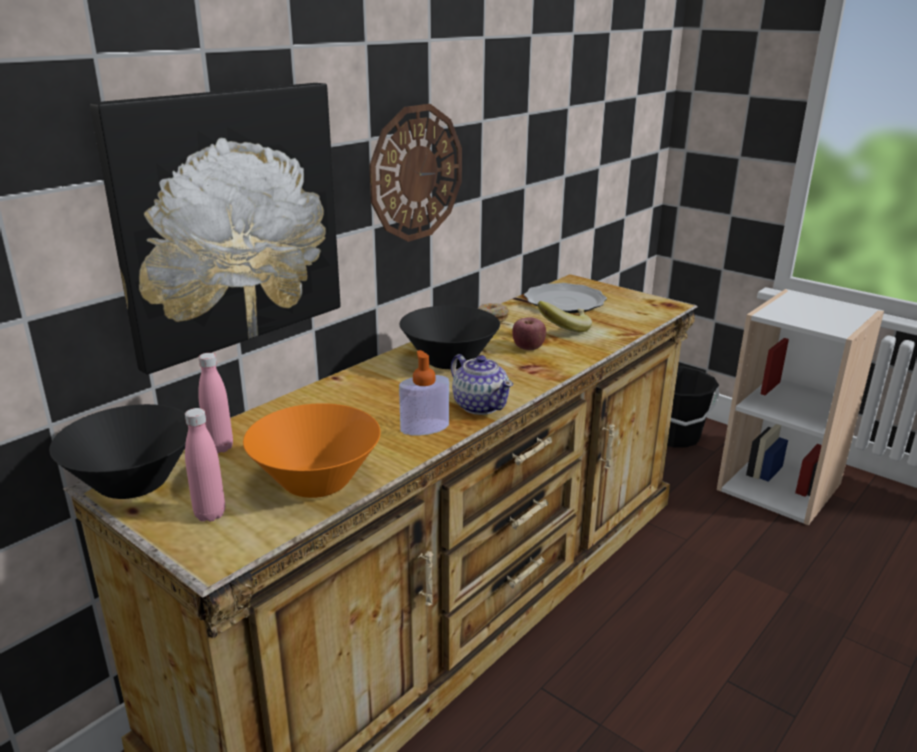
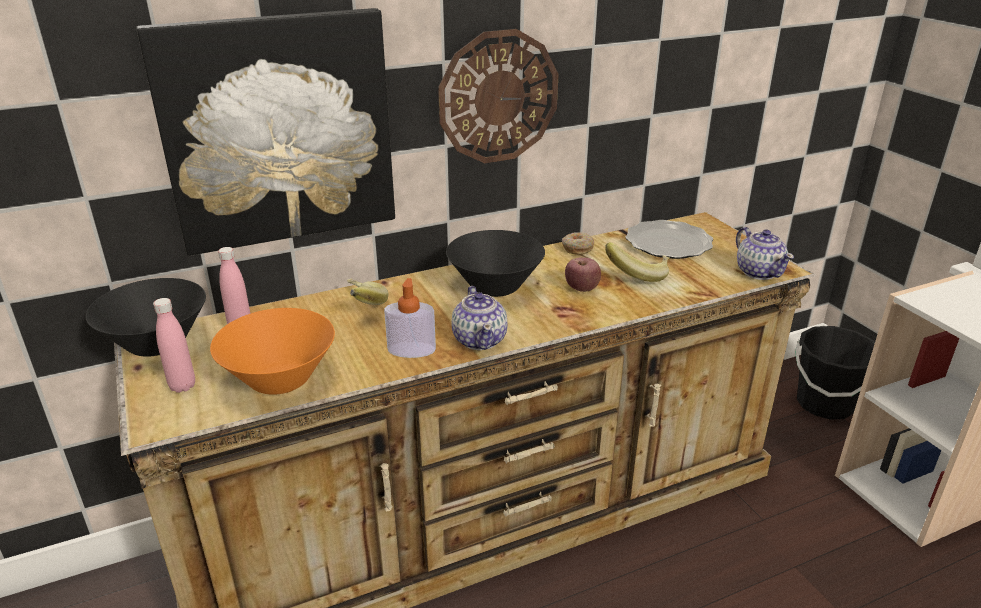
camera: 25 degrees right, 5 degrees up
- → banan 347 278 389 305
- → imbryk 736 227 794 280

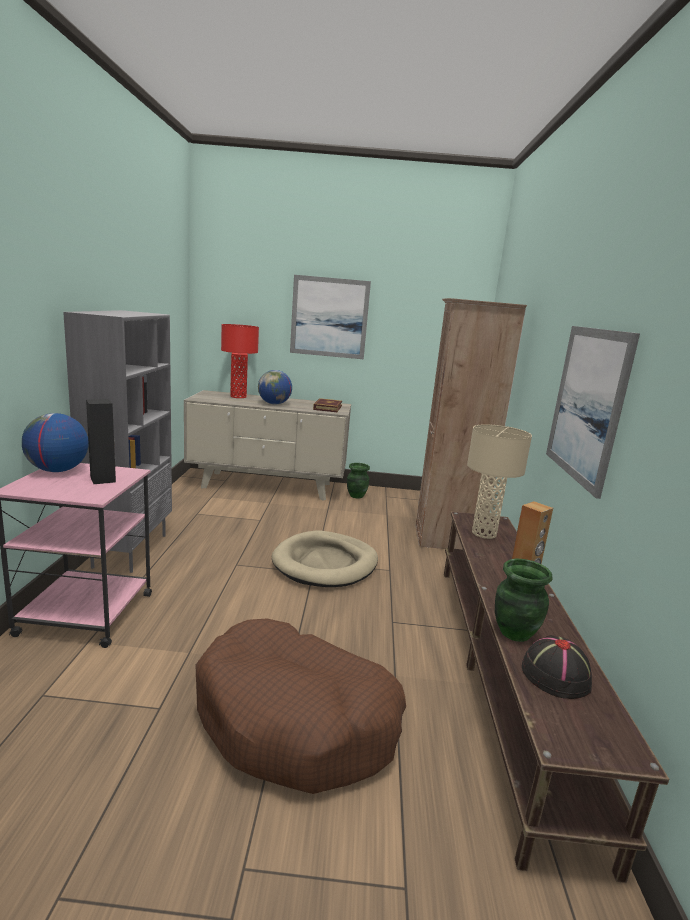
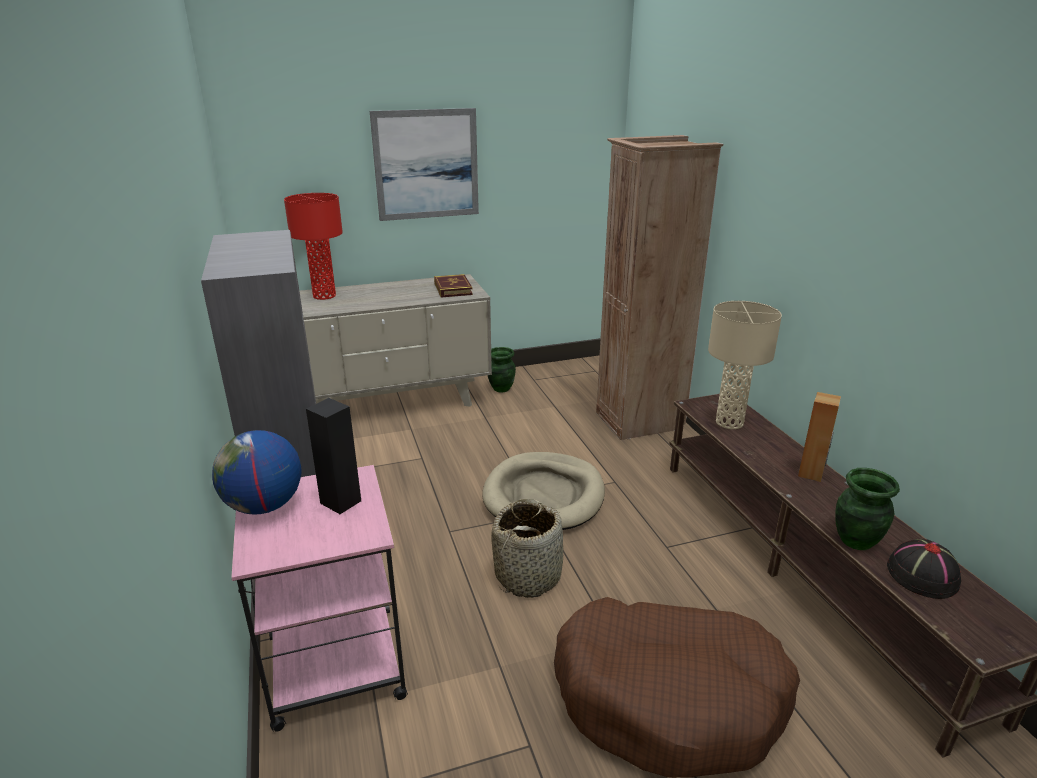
camera: 20 degrees left, 10 degrees up
globus 258 370 292 405 → -
obraz 546 326 640 499 → -
- → koszyk 491 499 563 598

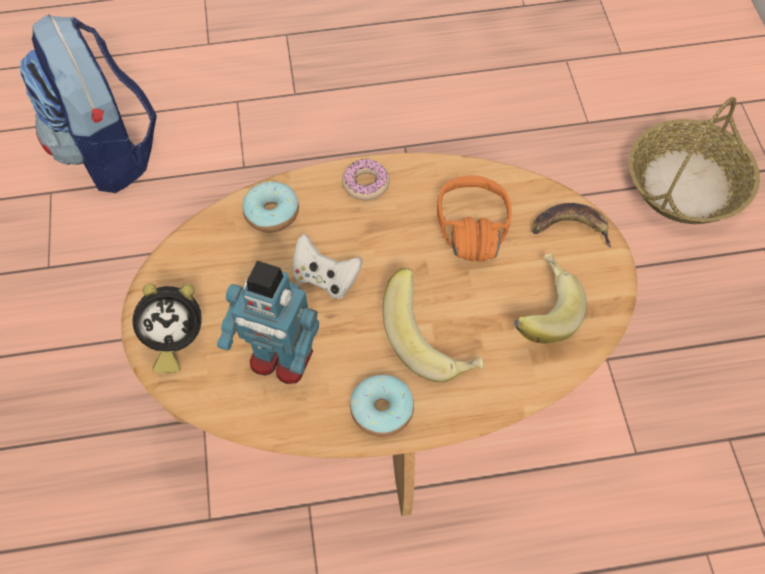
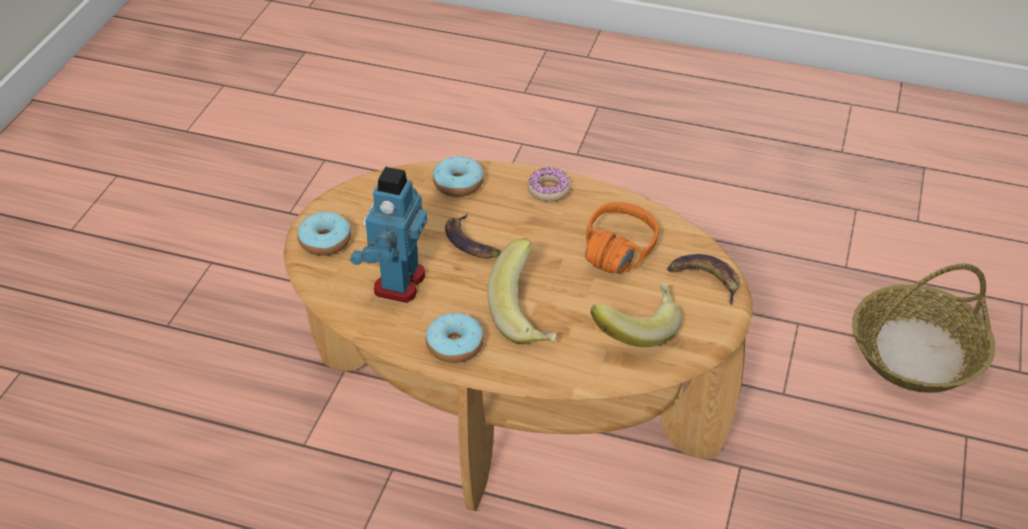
camera: 25 degrees right, 15 degrees down
plecak 20 14 157 193 → -
budzik 133 283 202 373 → donut 297 212 351 256
pad do gier [biały] 293 234 362 299 → banan 445 214 501 258
robot zabawkowy 217 261 319 384 → robot zabawkowy 350 167 427 303, 60 degrees clockwise

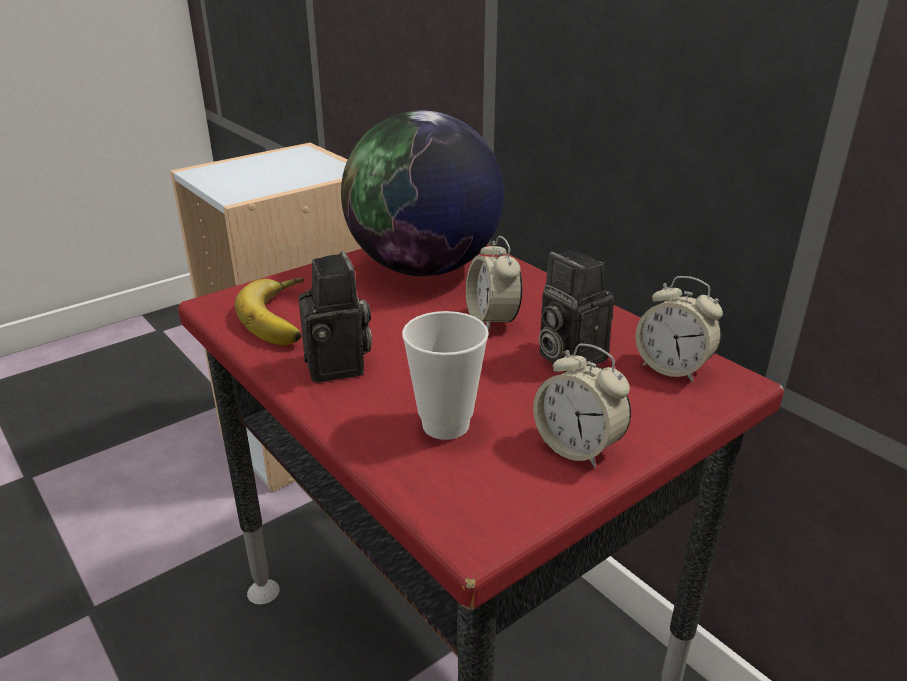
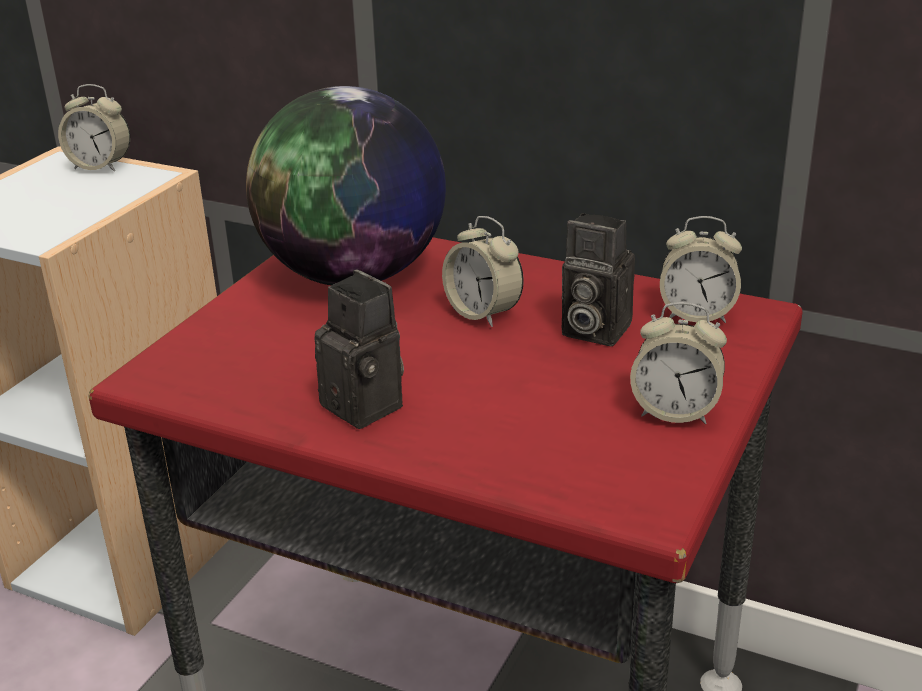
camera: 25 degrees left, 0 degrees up
banan 235 278 304 346 → -
filiżanka 402 311 489 440 → -
- → budzik 58 84 130 172

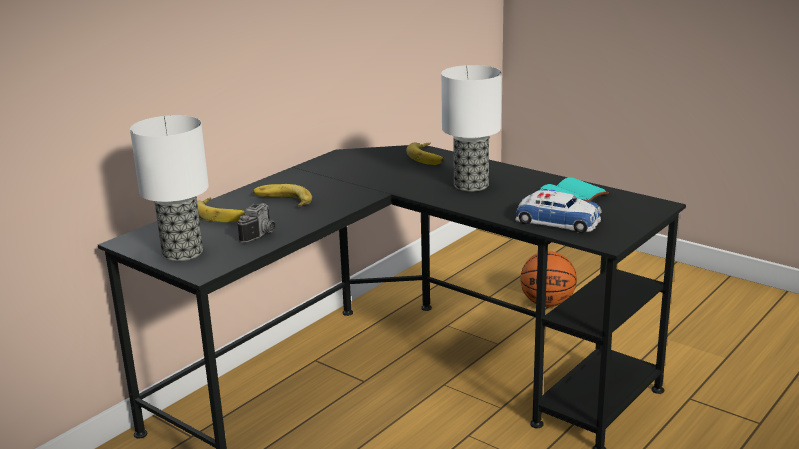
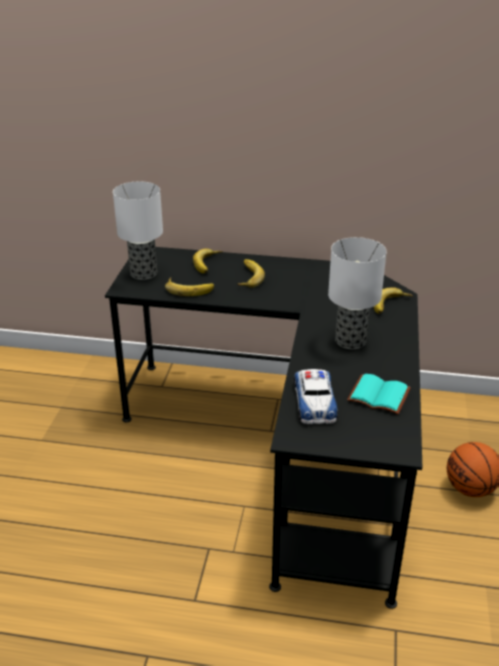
camera: 60 degrees right, 10 degrees up
aparat fotograficzny 238 203 275 243 → banan 165 277 214 296

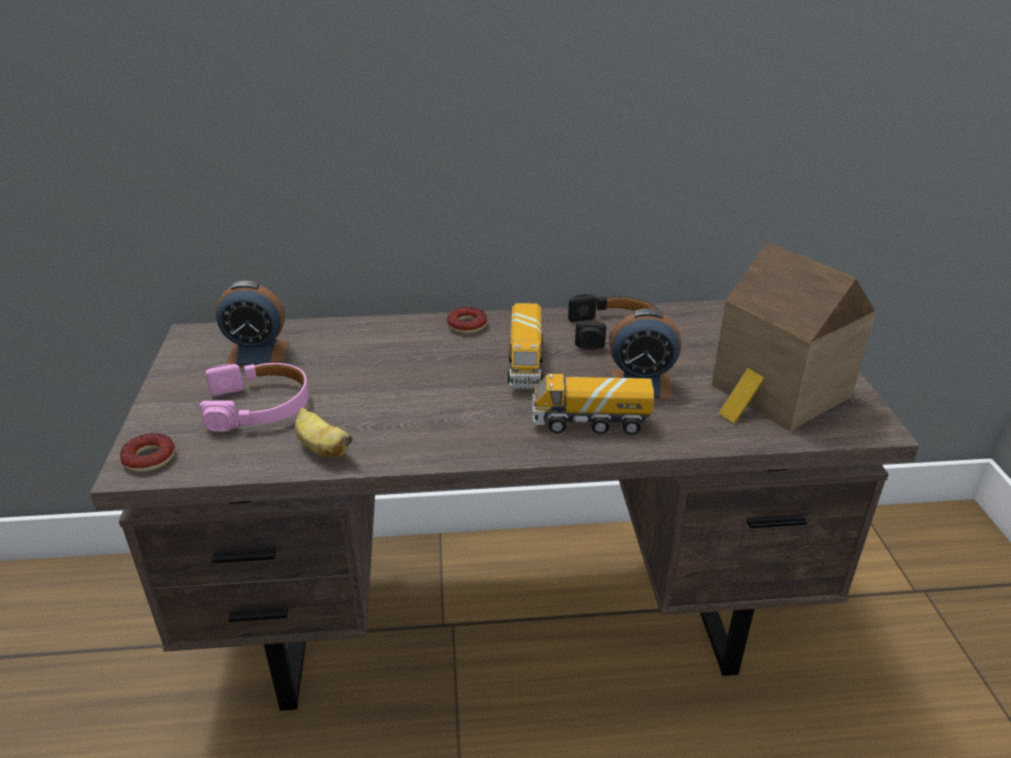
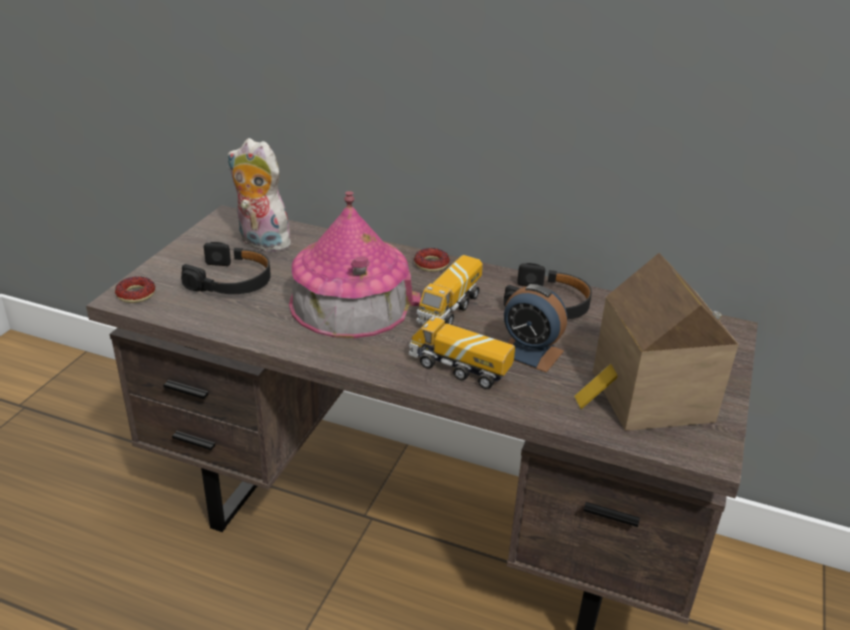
camera: 25 degrees right, 0 degrees up
banan 295 407 353 458 → -
- → domek 289 191 421 338
budzik 215 281 290 366 → pluszak 228 138 295 252
słuchawki [różowy] 200 363 309 432 → słuchawki [czarny] 181 242 271 294

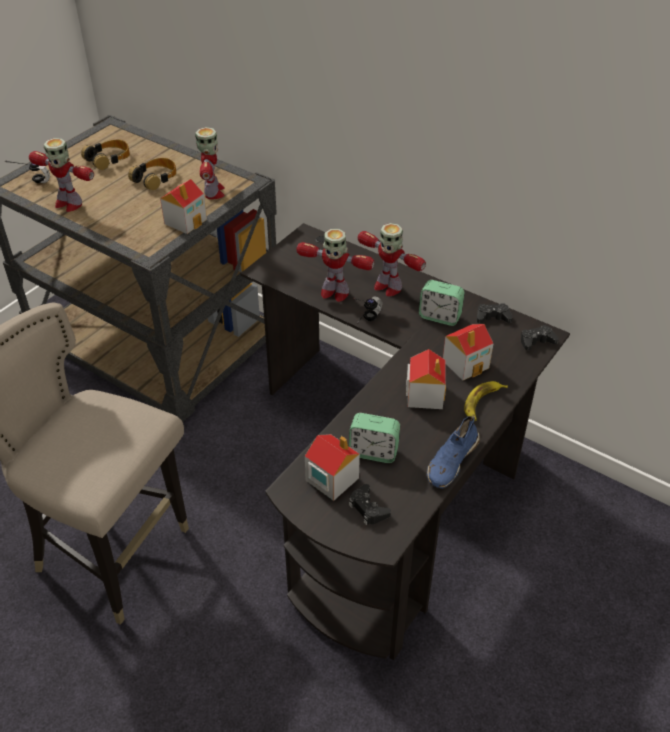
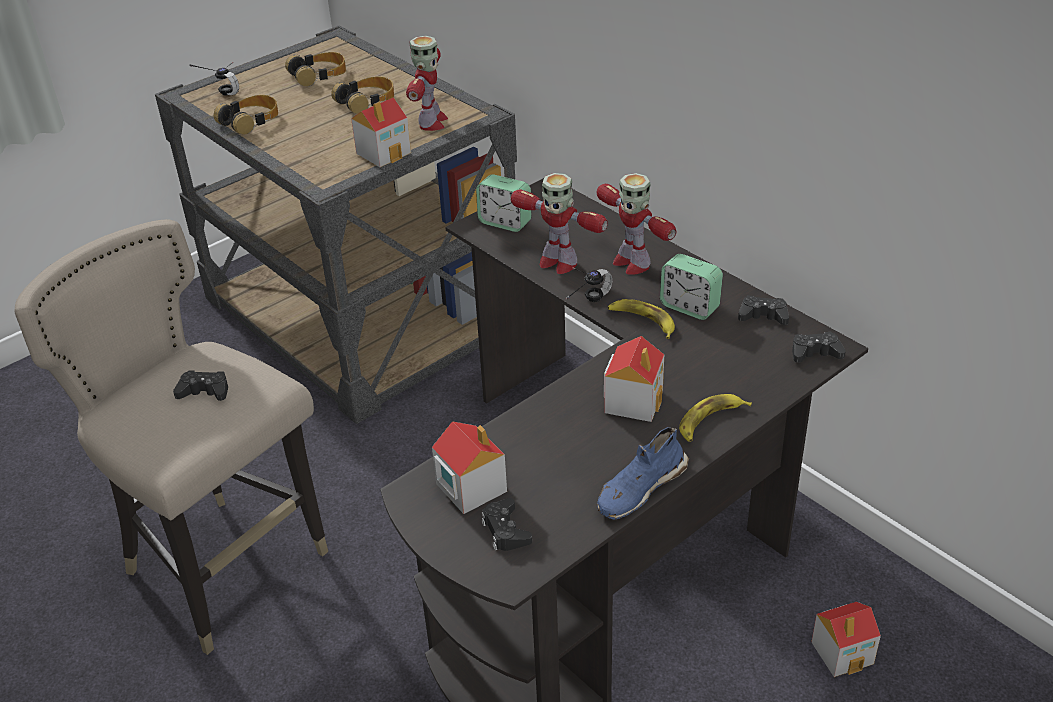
camera: 15 degrees right, 5 degrees down
- → pad do gier [czarny] 173 370 228 401
- → banan 608 299 675 339
budzik 349 413 400 463 → budzik 476 174 531 232, move
domek 443 324 493 380 → domek 811 602 881 677, move
robot zabawkowy 29 138 94 212 → słuchawki 214 95 278 134

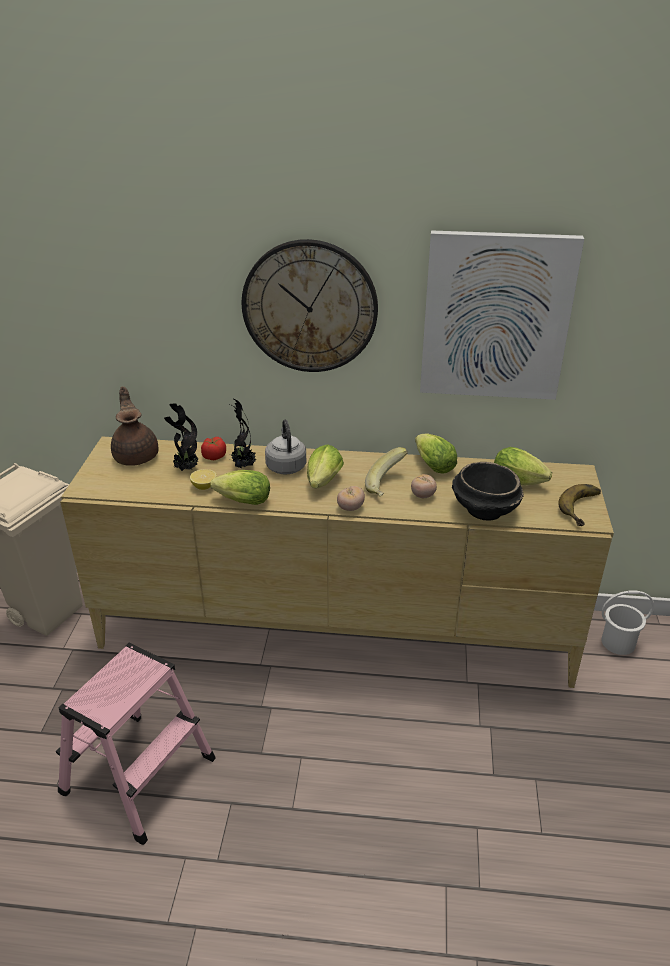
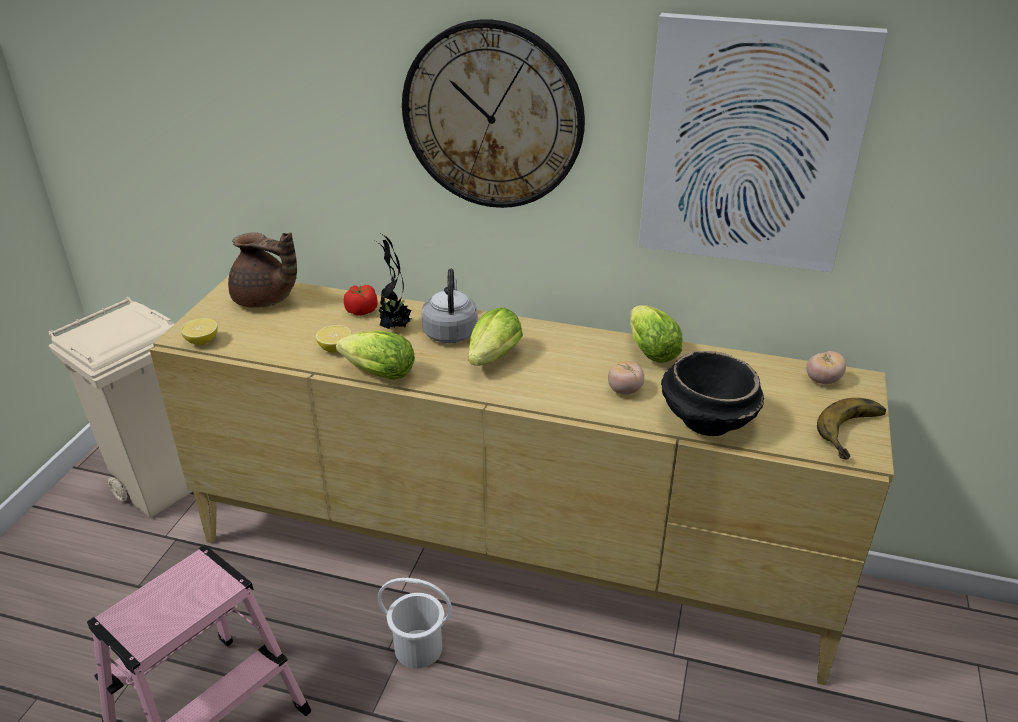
camera: 10 degrees right, 0 degrees up
roślina doniczkowa 164 404 198 471 → -
banan 365 447 408 497 → -
sałata 494 447 552 485 → -
- → cytryna 181 318 218 345
pomidor 337 486 365 511 → pomidor 806 351 846 384, move
wiadro [biały] 602 591 654 655 → wiadro [biały] 378 577 452 668, move
imbryk [brązowy] 111 387 158 466 → imbryk [brązowy] 228 232 297 308, 120 degrees clockwise

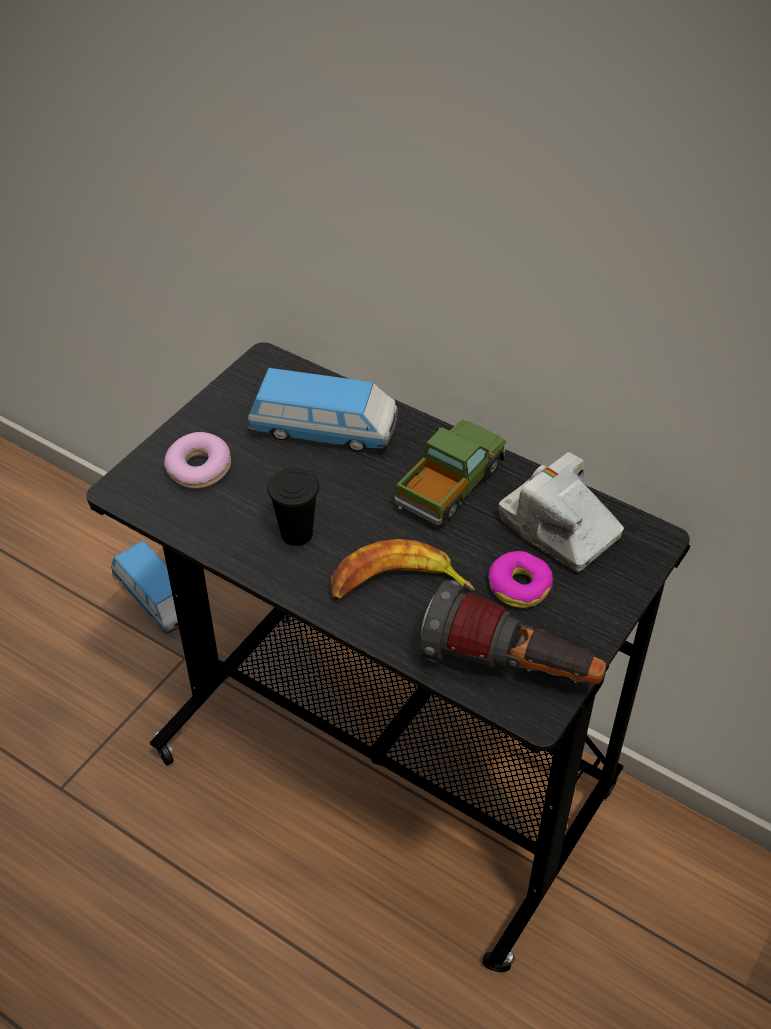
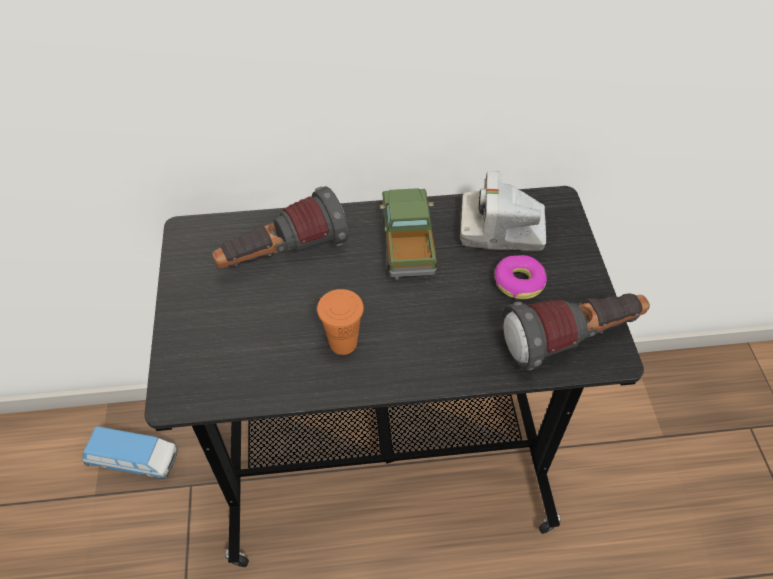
camera: 40 degrees left, 5 degrees up
donut 164 432 231 489 → -
banan 331 539 475 600 → -
samochodzik 247 368 398 451 → latarka 212 186 349 268
filiżanka [czarny] 267 468 319 546 → filiżanka [pomarańczowy] 317 289 364 355

